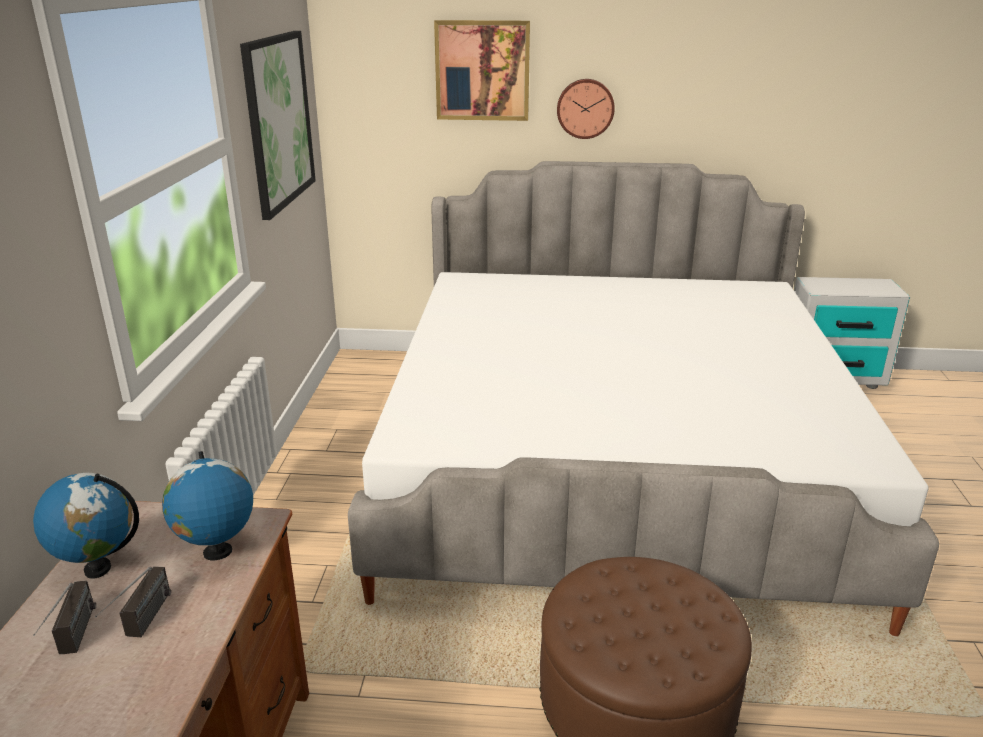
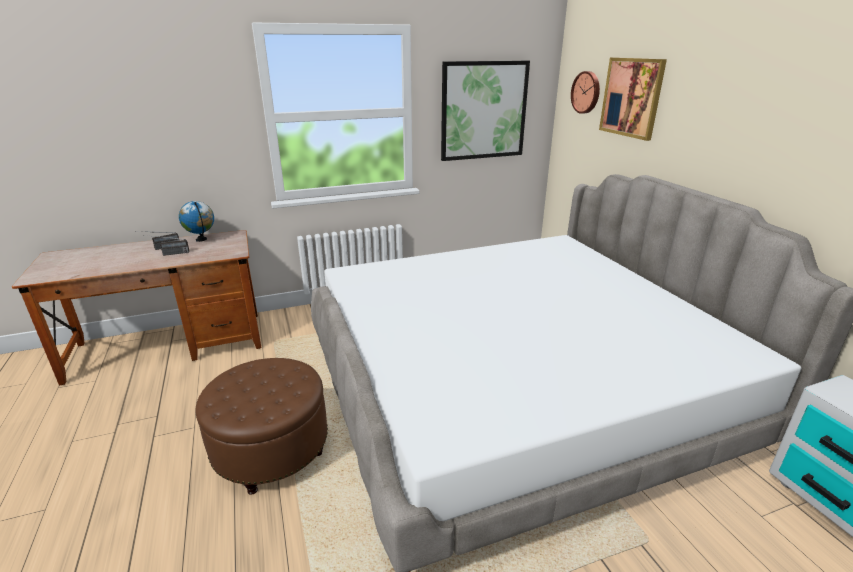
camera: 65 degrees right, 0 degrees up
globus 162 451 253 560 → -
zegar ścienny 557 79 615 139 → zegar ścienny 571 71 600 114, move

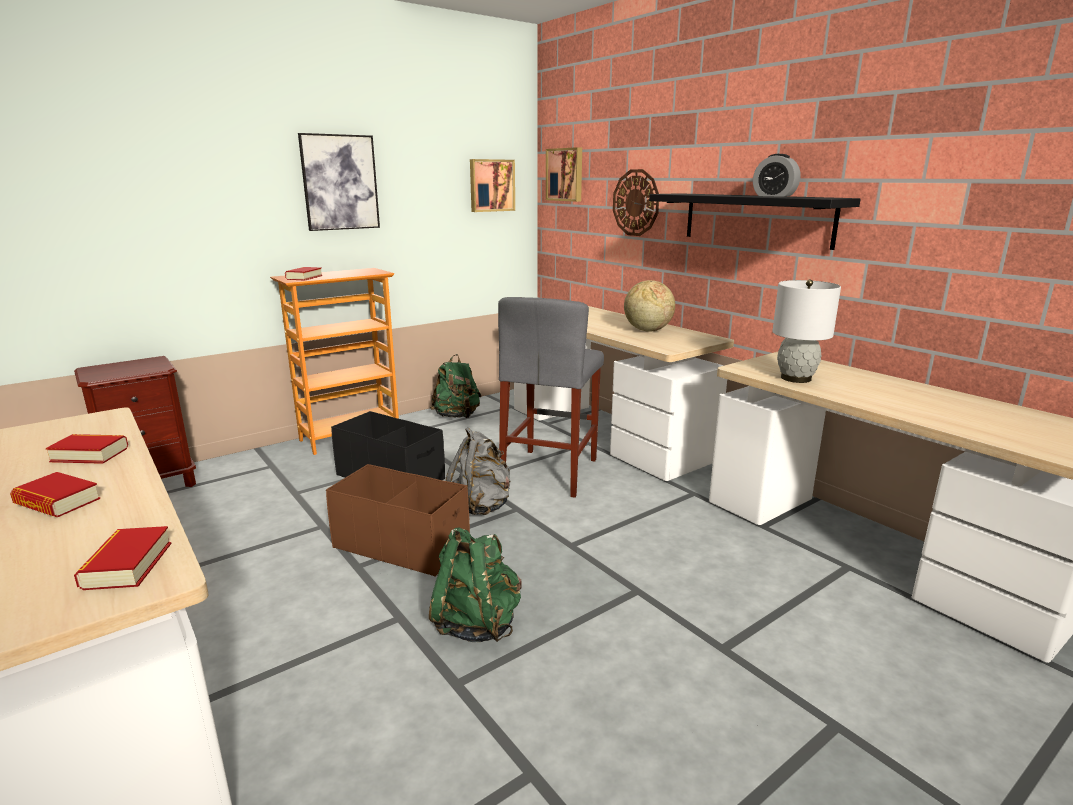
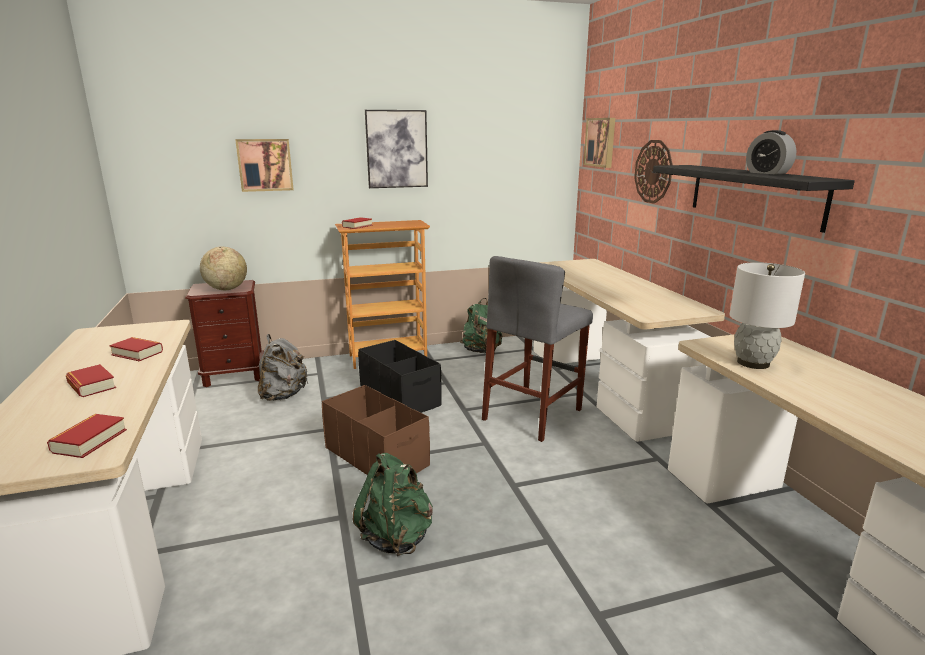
camera: 20 degrees right, 0 degrees up
plecak [szary] 446 428 510 515 → plecak [szary] 258 334 309 401, move
obraz 470 159 515 212 → obraz 235 139 294 192, move
globus 624 280 675 332 → globus 200 246 247 290, move

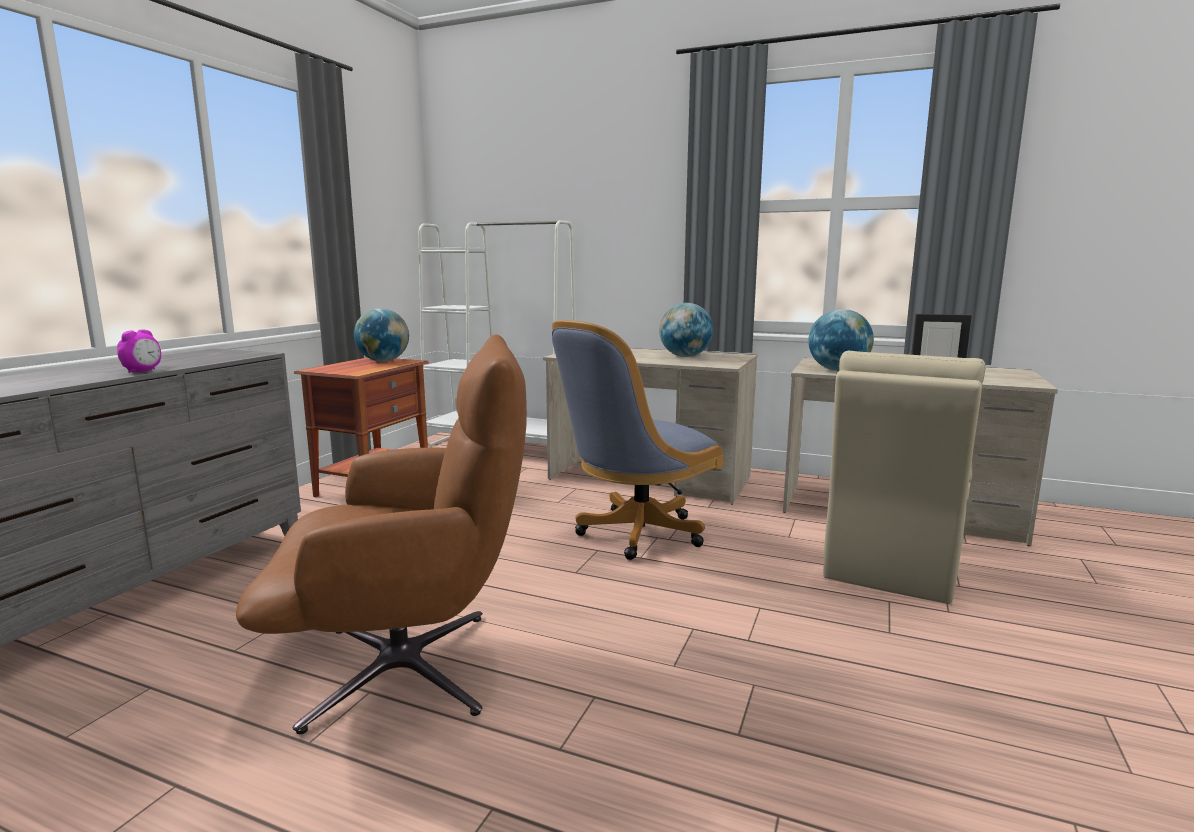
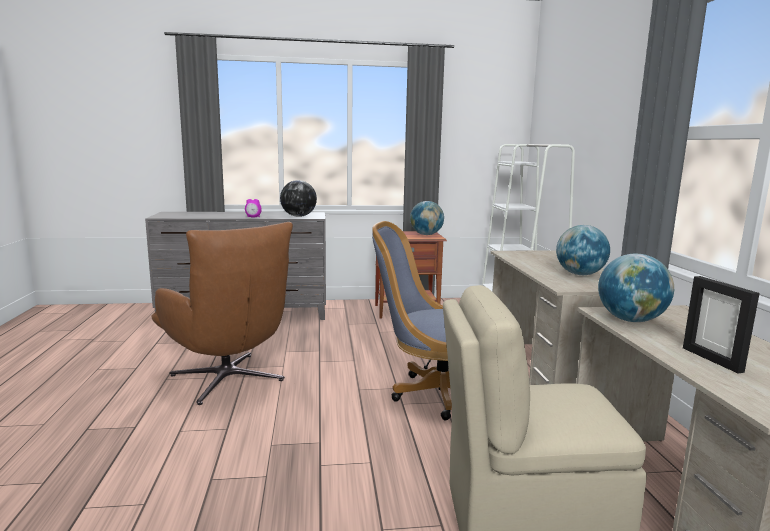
camera: 60 degrees right, 0 degrees up
- → globus 280 180 317 217

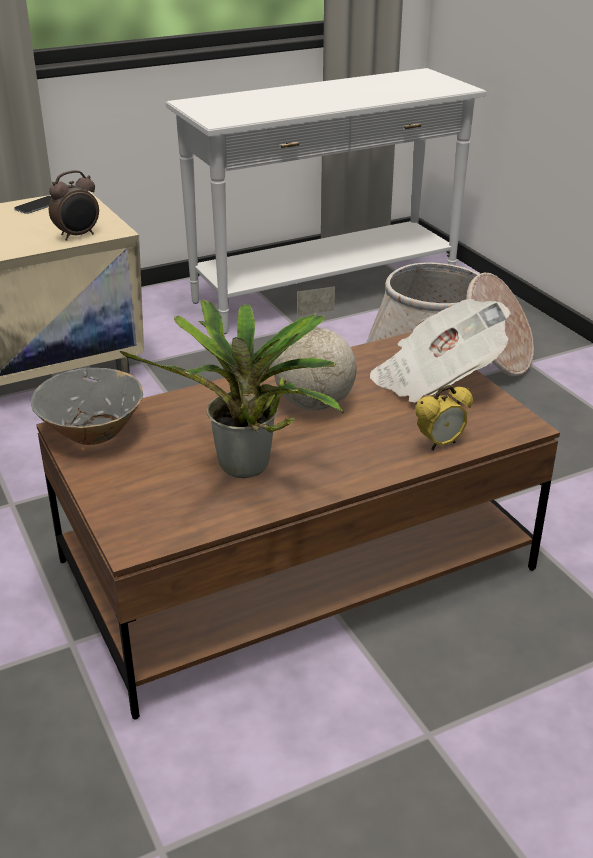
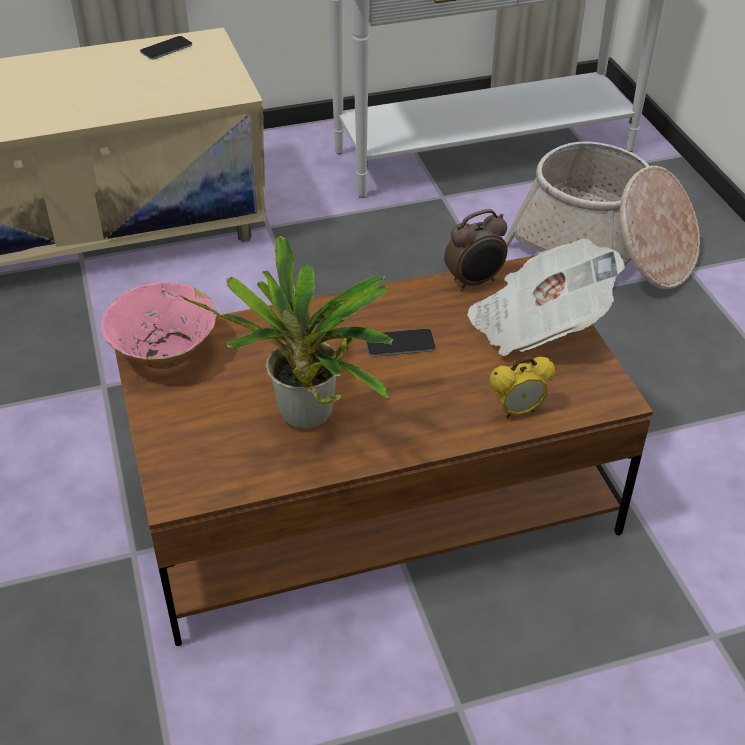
camera: 10 degrees right, 10 degrees up
budzik 49 170 99 241 → budzik 444 209 508 291, move
globus 274 286 356 410 → telefon 366 329 436 357
miska [szary] 31 368 143 445 → miska [różowy] 101 282 217 369

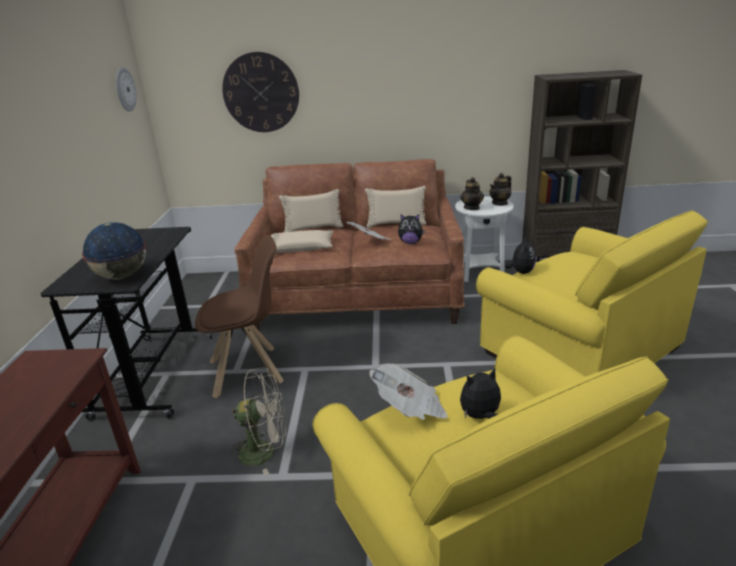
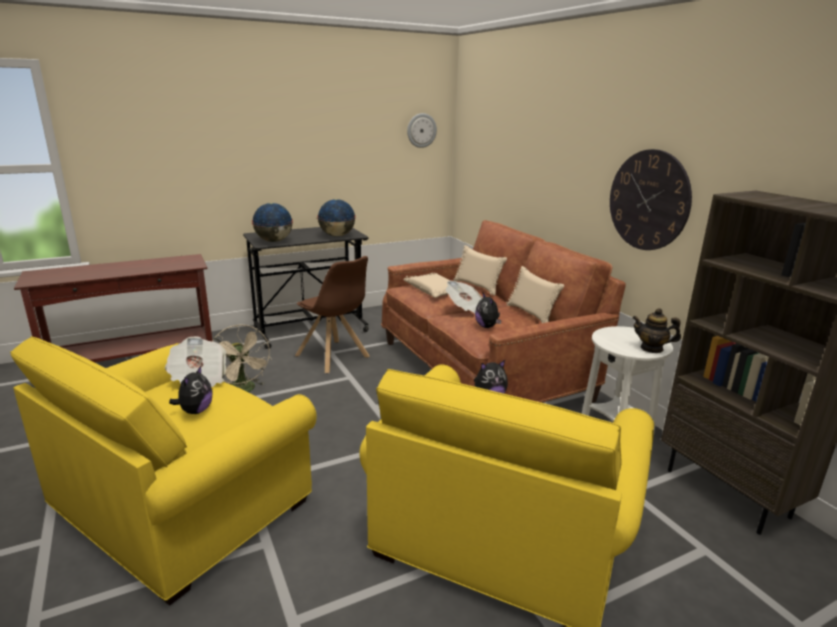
camera: 60 degrees right, 5 degrees down
imbryk 460 177 484 210 → -
- → globus 317 199 356 237
zegar ścienny 222 52 299 132 → zegar ścienny 610 149 692 250, move
pluszak 460 368 501 419 → pluszak 169 366 213 414, 60 degrees clockwise

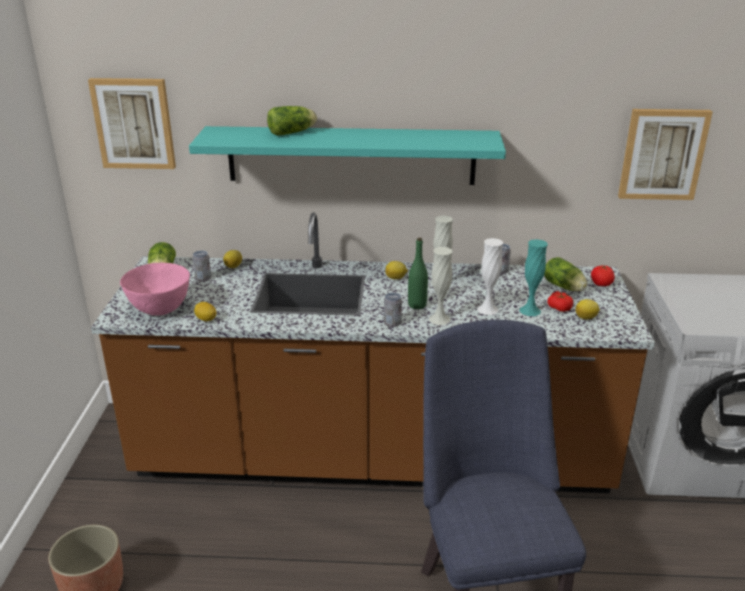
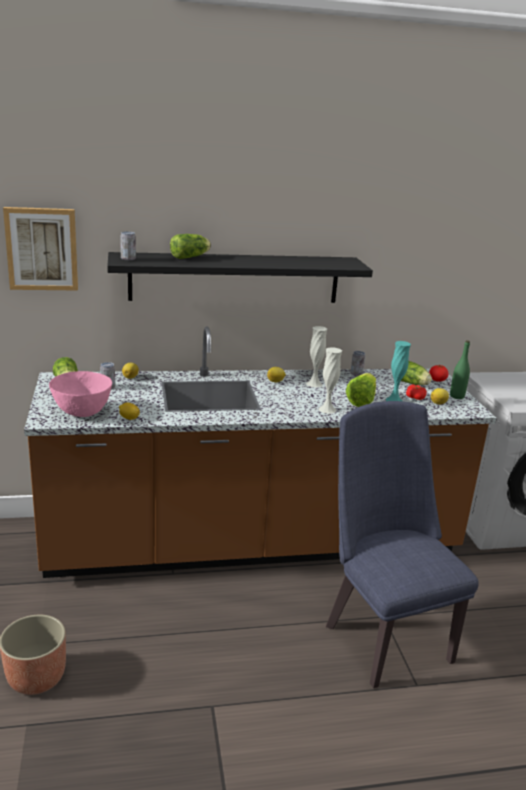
camera: 15 degrees left, 5 degrees down
obraz 618 109 713 200 → -
puszka 384 292 402 327 → puszka 120 232 136 260, move
butelka [zielony] 408 238 428 309 → butelka [zielony] 450 340 470 399, move
wazon [biały] 477 238 503 315 → sałata 346 373 376 407
półka [turkusowy] 189 126 506 185 → półka [czarny] 107 252 373 303

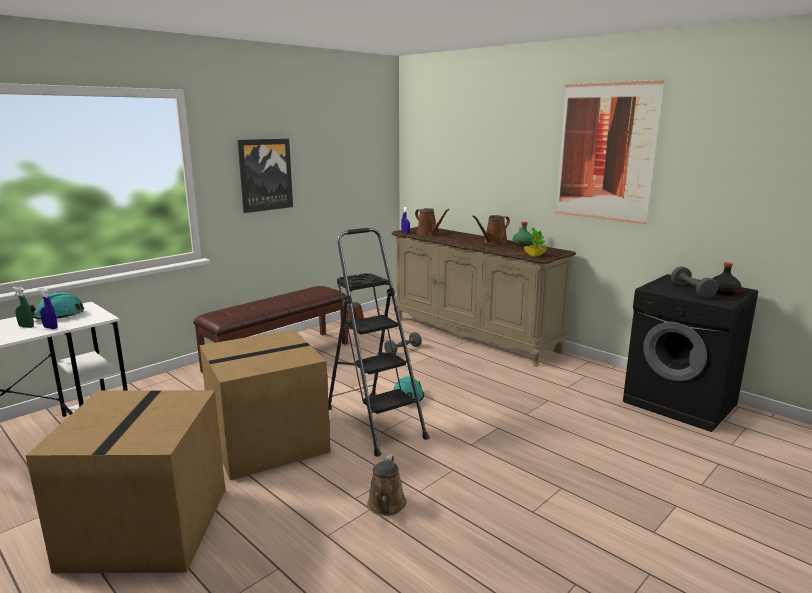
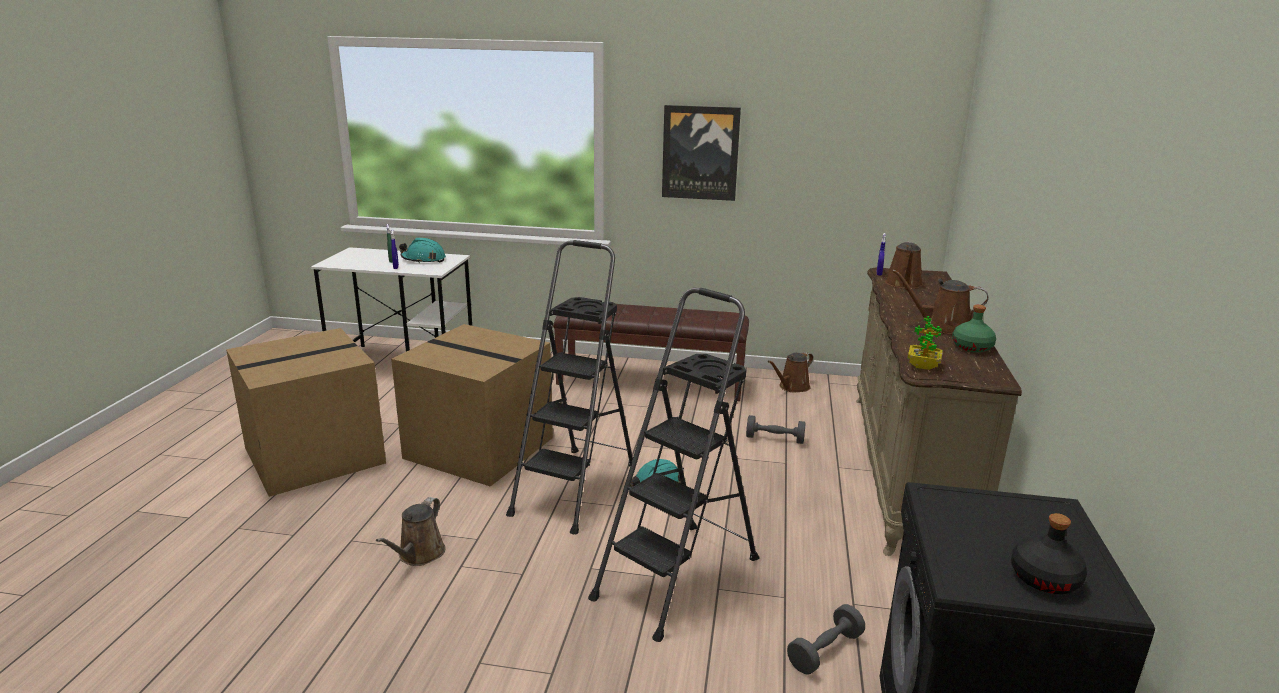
camera: 55 degrees right, 5 degrees up
obraz 555 80 664 224 → -
- → drabinka 588 288 760 642
hantel [szary] 671 266 718 299 → hantel [szary] 787 604 865 675, move
konewka [brązowy] 367 455 406 516 → konewka [brązowy] 376 497 445 566, 45 degrees counterclockwise

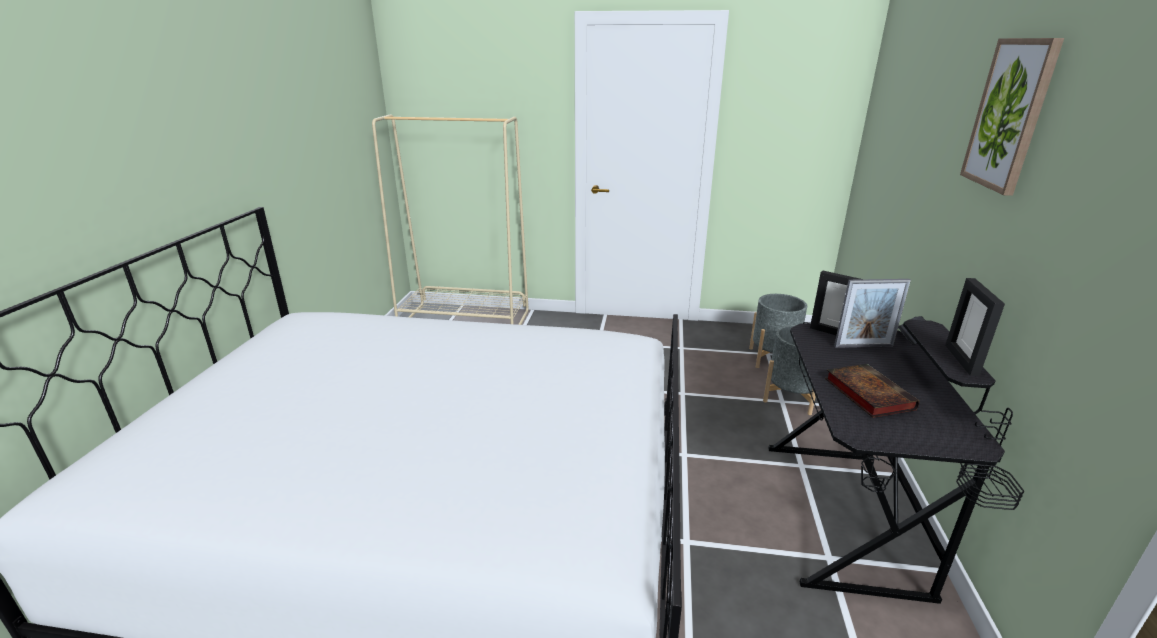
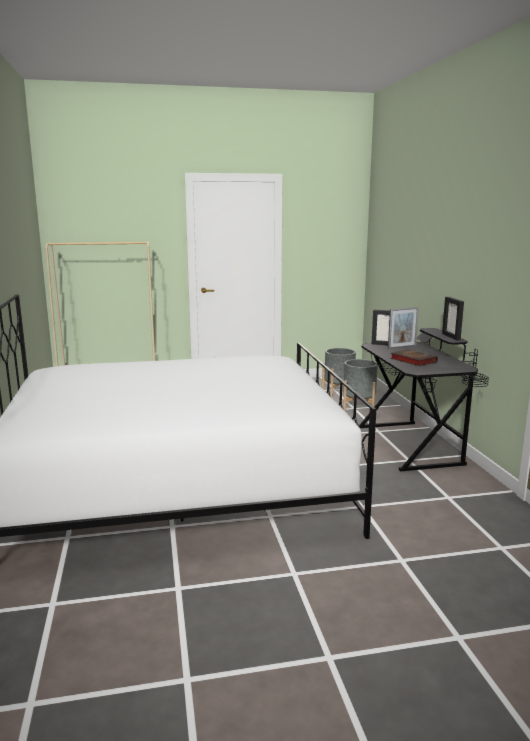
camera: 20 degrees left, 10 degrees down
obraz 960 38 1064 196 → -

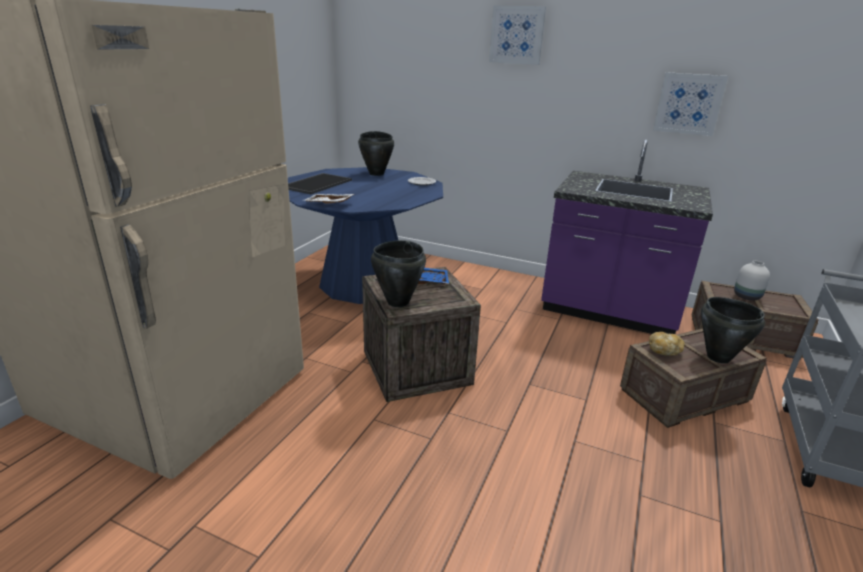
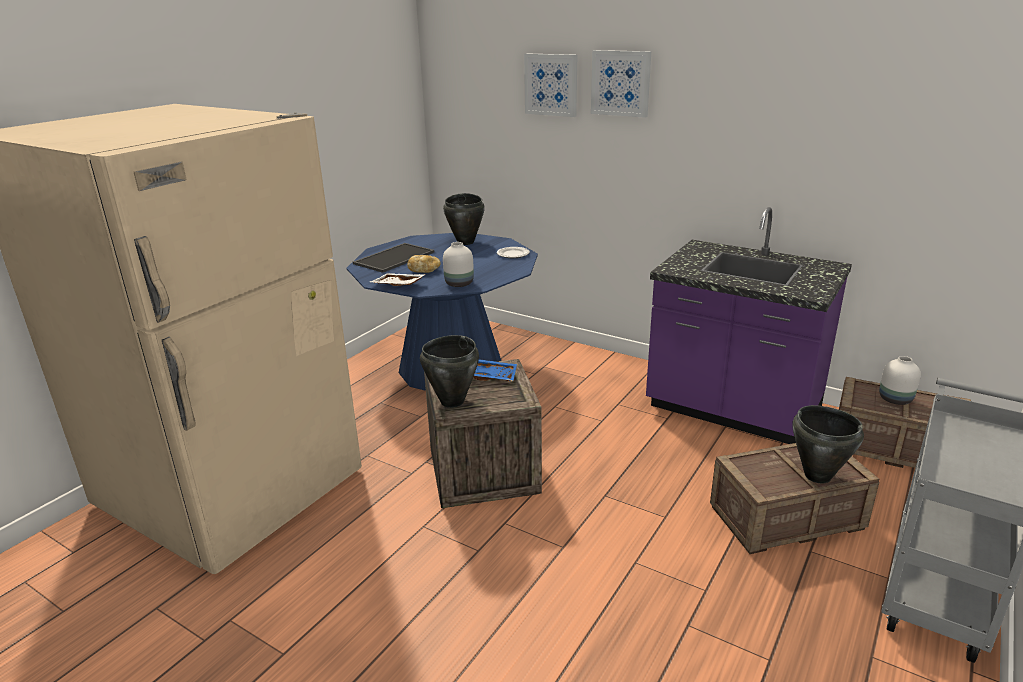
camera: 10 degrees right, 0 degrees up
- → wazon [biały] 443 242 474 287
chleb 649 332 685 356 → chleb 407 255 441 273, move
obraz 653 72 728 136 → obraz 524 53 577 117, move

